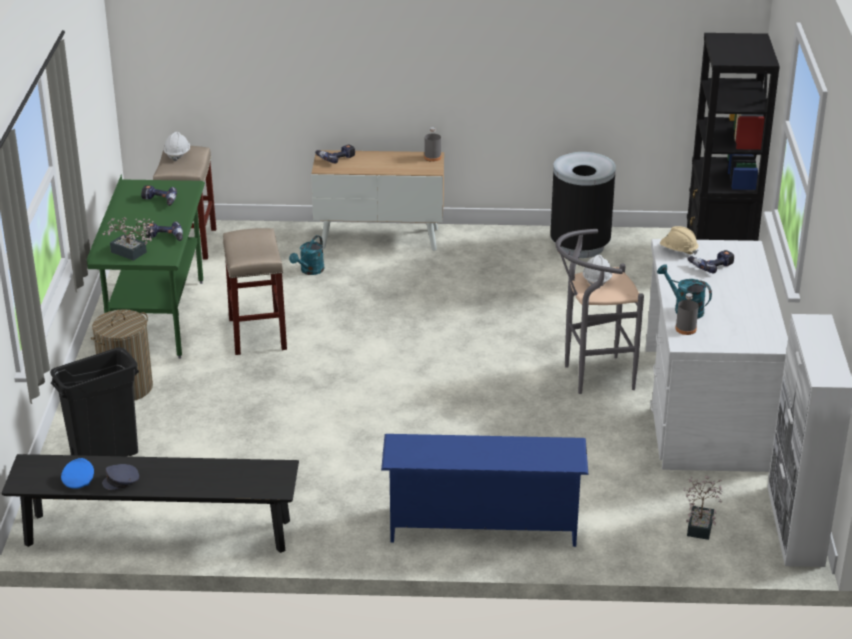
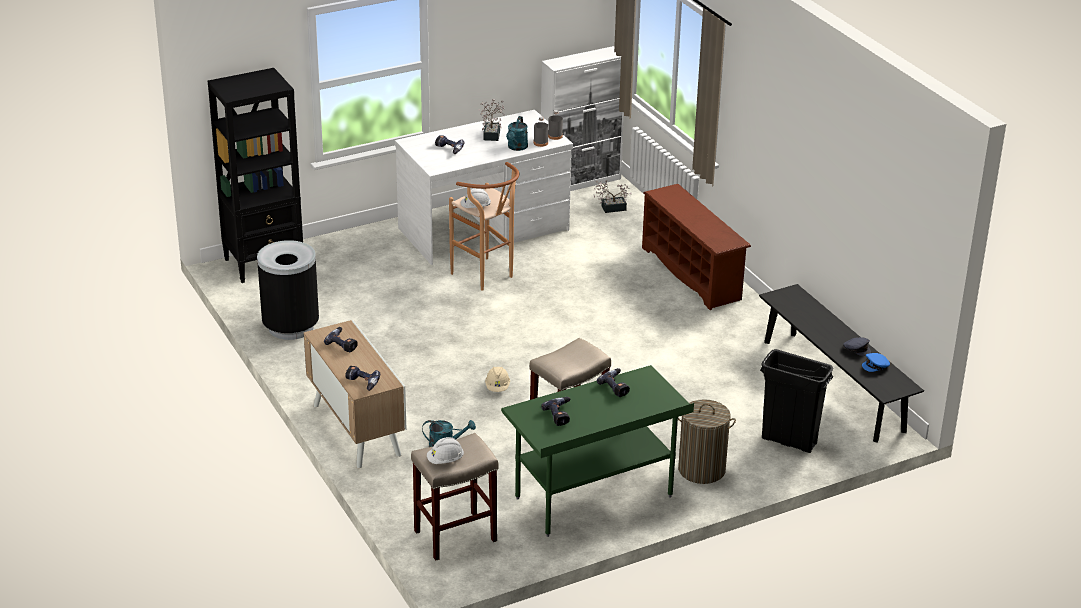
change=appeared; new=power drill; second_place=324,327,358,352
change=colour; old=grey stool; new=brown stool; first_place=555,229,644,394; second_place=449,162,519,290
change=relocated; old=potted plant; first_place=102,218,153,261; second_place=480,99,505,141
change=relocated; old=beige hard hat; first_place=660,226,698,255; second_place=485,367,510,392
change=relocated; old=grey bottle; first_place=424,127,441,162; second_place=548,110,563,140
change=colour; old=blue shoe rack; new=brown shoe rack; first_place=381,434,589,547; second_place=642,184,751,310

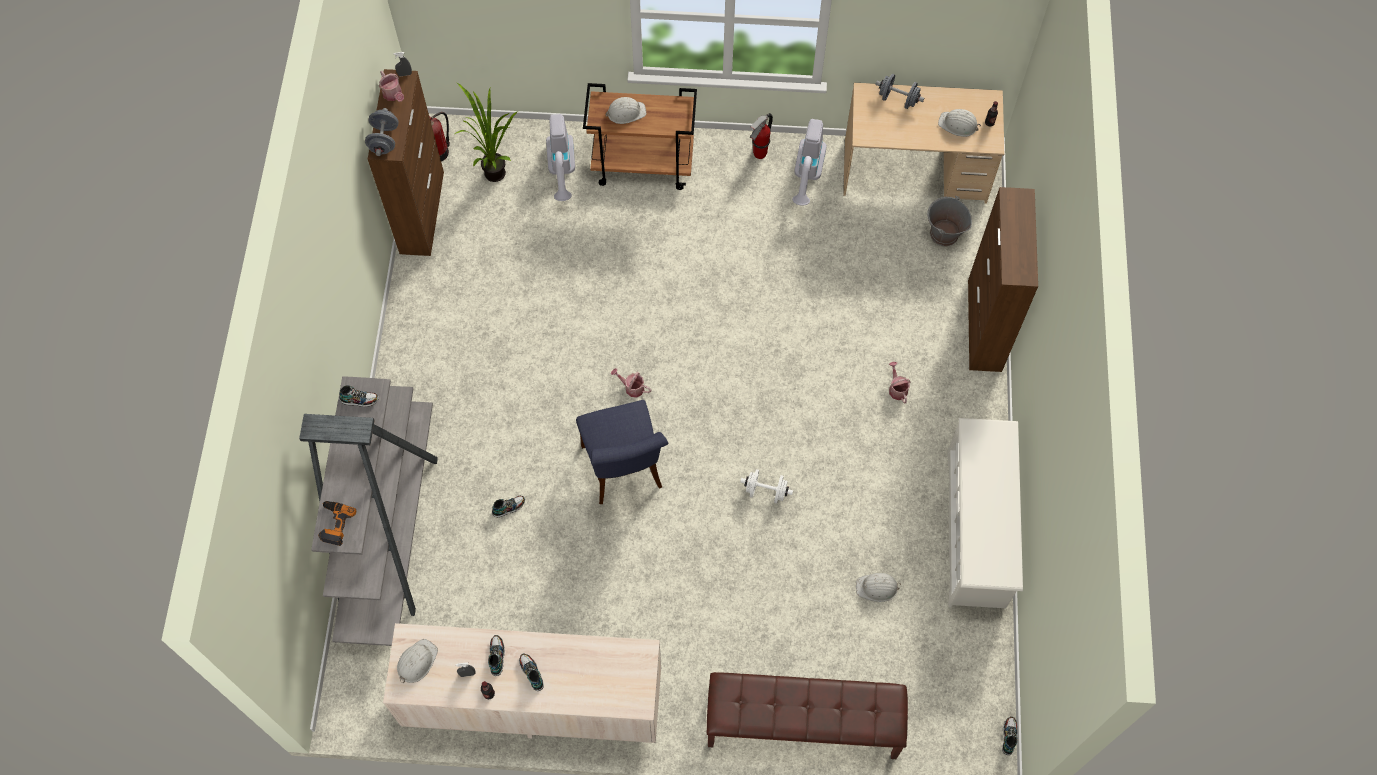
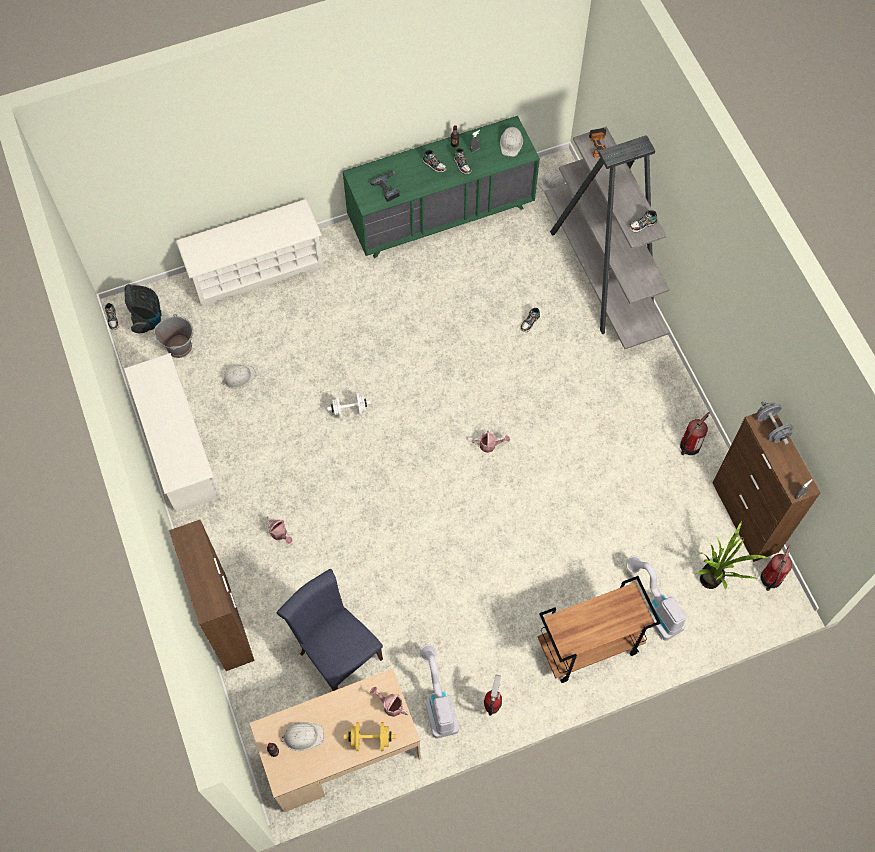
change=appeared; new=vacuum cleaner; second_place=125,284,161,333
change=relocated; old=grey bucket; first_place=927,196,972,246; second_place=154,314,194,358
change=exchanged; old=brown bench; new=white shoe rack; first_place=707,672,908,759; second_place=176,199,324,308
change=relocated; old=blue chair; first_place=576,400,668,504; second_place=277,569,383,691
change=colour; old=beige dresser; new=green dresser; first_place=383,623,661,743; second_place=343,116,540,258
change=colour; old=grey dumbbell; new=yellow dumbbell; first_place=875,74,924,109; second_place=344,722,396,751
change=appeared; new=power drill; second_place=370,171,400,202
change=relocated; old=watering can; first_place=379,71,404,102; second_place=370,687,409,717
change=relocated; old=white hard hat; first_place=605,97,646,124; second_place=538,167,566,191
change=appeared; new=fire extinguisher; second_place=680,412,709,455

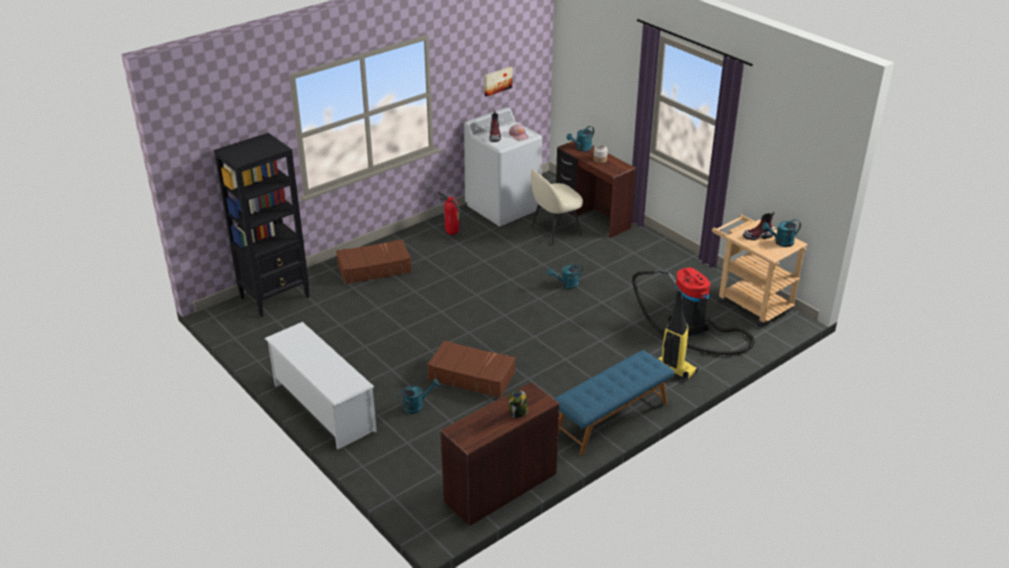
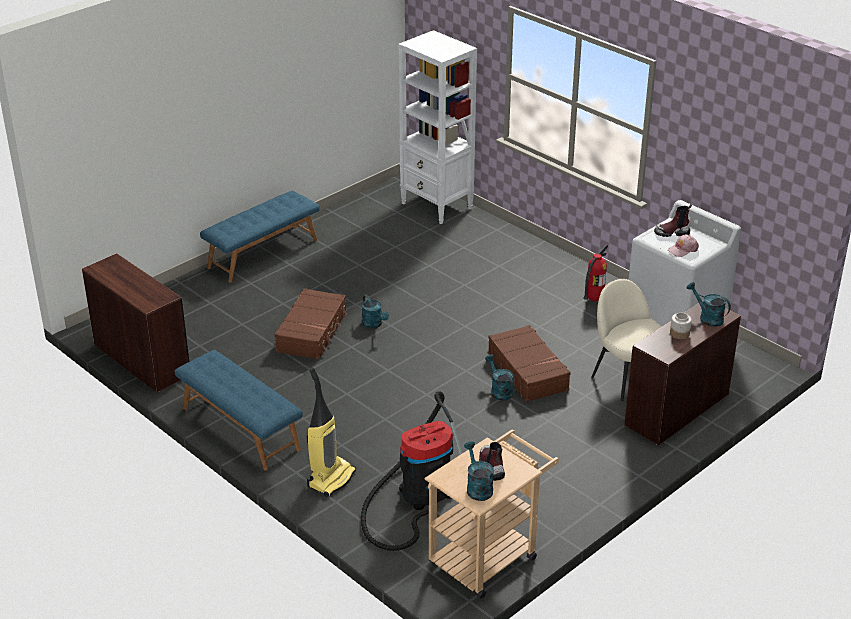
change=exchanged; old=white shoe rack; new=blue bench; first_place=264,322,377,449; second_place=200,191,320,283
change=relocated; old=turquoise watering can; first_place=398,379,440,414; second_place=362,294,389,329
change=colour; old=black bookcase; new=white bookcase; first_place=214,133,310,317; second_place=398,30,477,224
change=relocated; old=brown suitcase; first_place=336,239,412,284; second_place=488,325,571,402
change=missing; old=picture; first_place=484,67,512,97
change=missing; old=jar; first_place=509,390,528,418

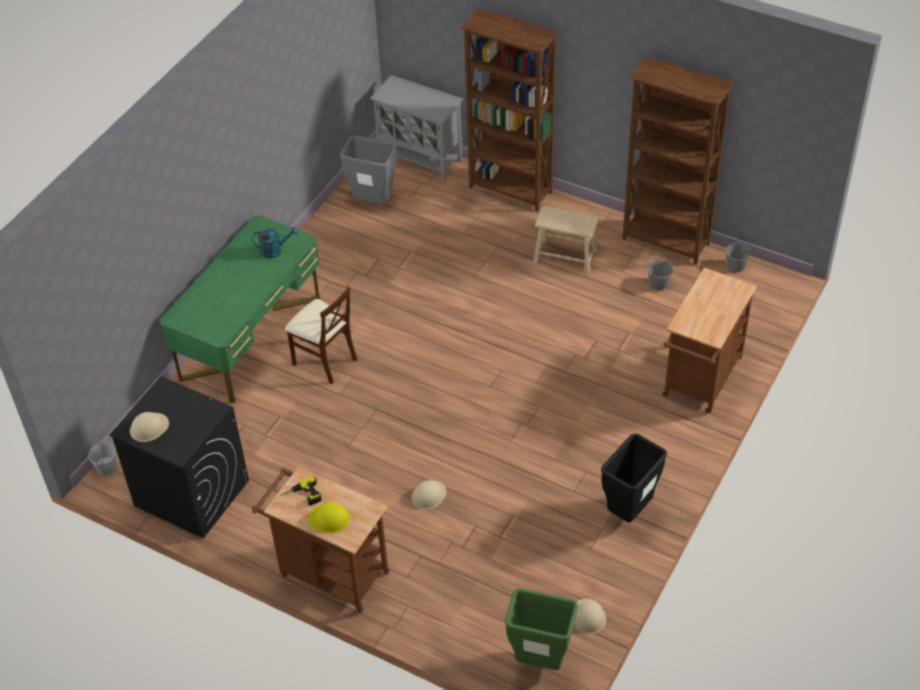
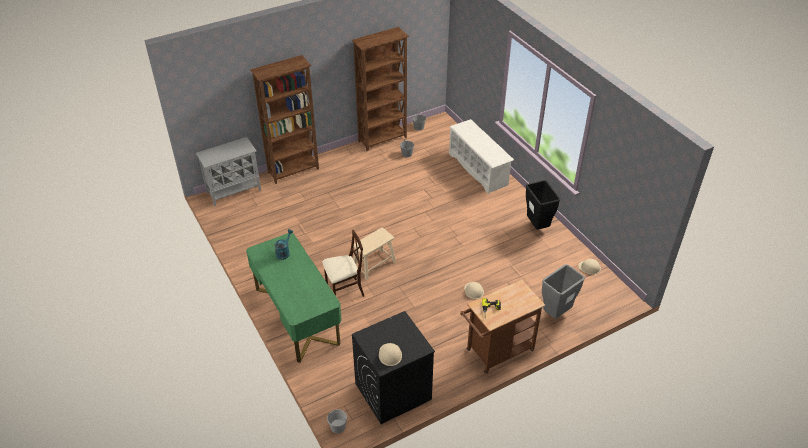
change=relocated; old=beige stool; first_place=533,206,599,274; second_place=353,228,396,280
change=exchanged; old=brown cart; new=white shoe rack; first_place=662,268,757,413; second_place=449,119,514,194
change=relocated; old=grey trash can; first_place=340,135,397,205; second_place=542,264,585,319
change=missing; old=yellow hard hat; first_place=308,502,350,534
change=missing; old=green trash can; first_place=505,588,578,670

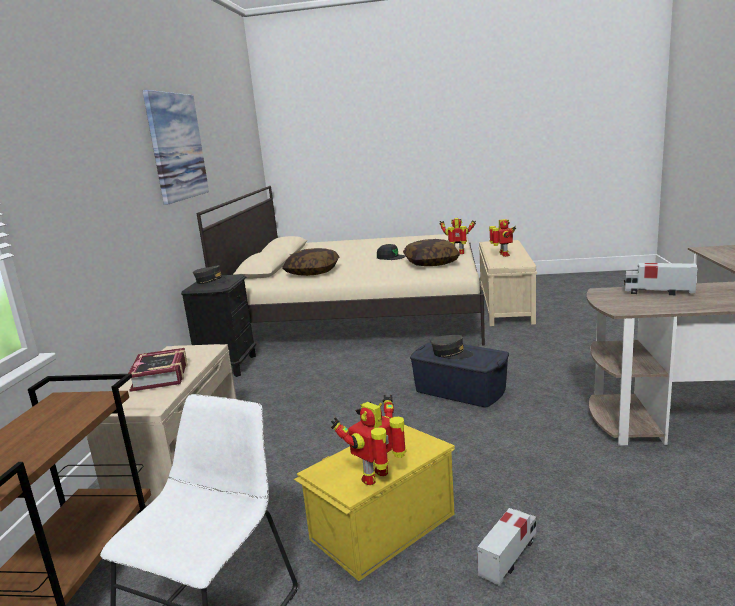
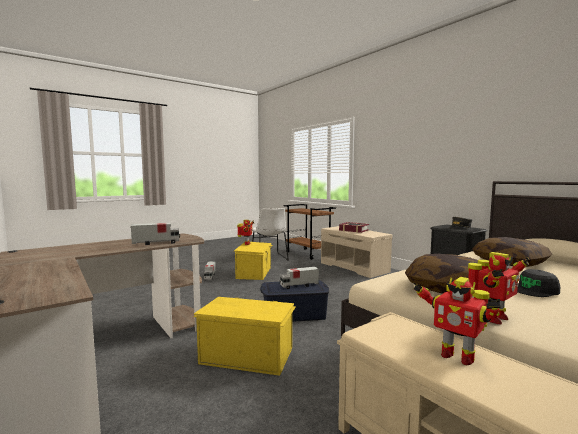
change=appeared; new=yellow storage box; second_place=193,297,296,376
change=exchanged; old=grey cap; new=toy truck; first_place=431,335,474,359; second_place=280,267,319,289
change=missing; old=picture; first_place=143,90,209,205

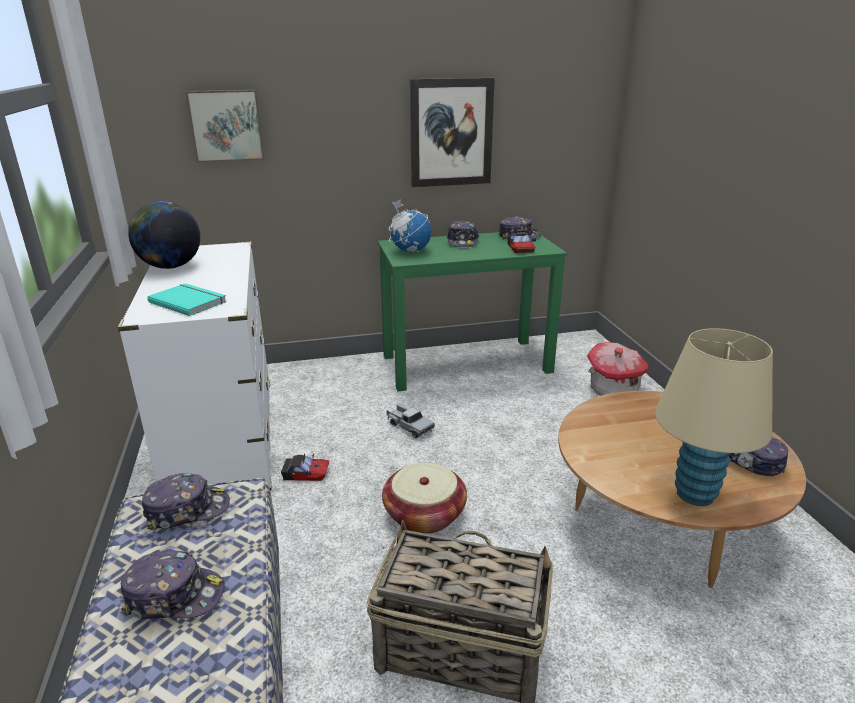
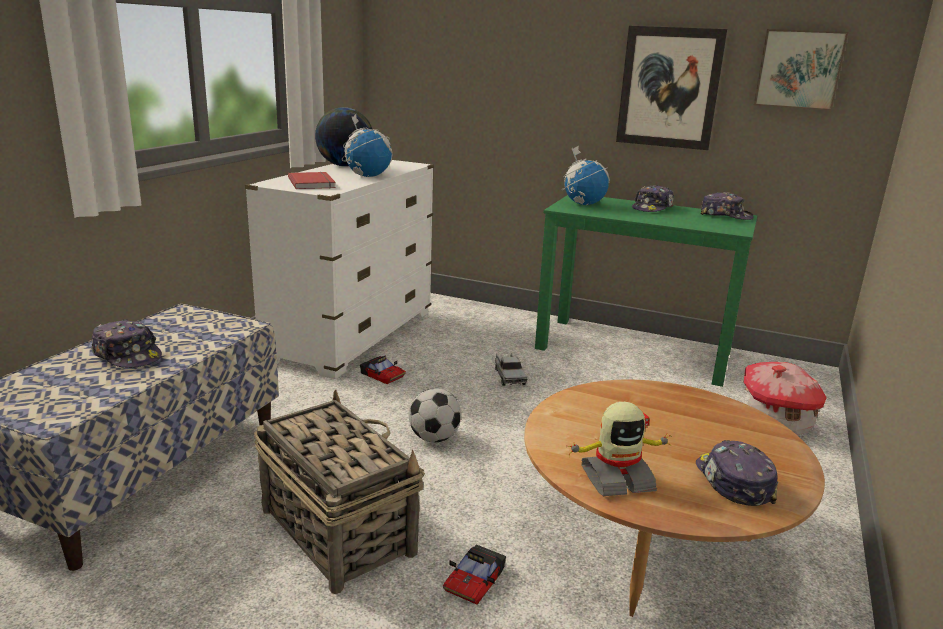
change=colour; old=turquoise book; new=red book; first_place=147,283,227,316; second_place=288,172,336,189
change=appeared; new=globe; second_place=342,114,393,177
change=exchanged; old=basket; new=football; first_place=382,463,467,534; second_place=409,388,461,442
change=relocated; old=toy car; first_place=508,231,536,253; second_place=443,544,506,605
change=exchanged; old=beige table lamp; new=toy robot; first_place=655,328,773,506; second_place=566,402,673,496
change=relocated; old=picture; first_place=185,90,264,162; second_place=754,29,848,111
change=missing; old=cap; first_place=142,473,230,530

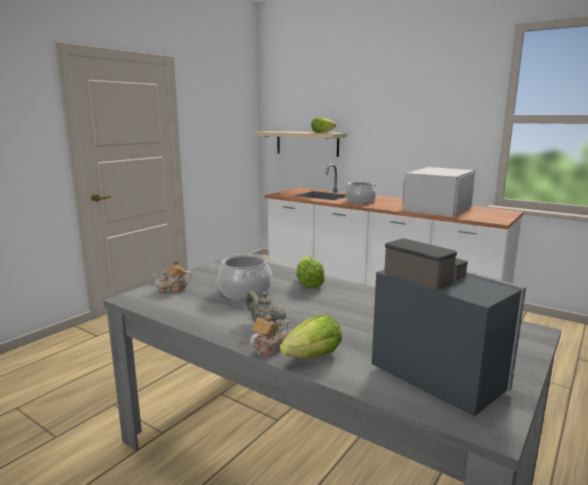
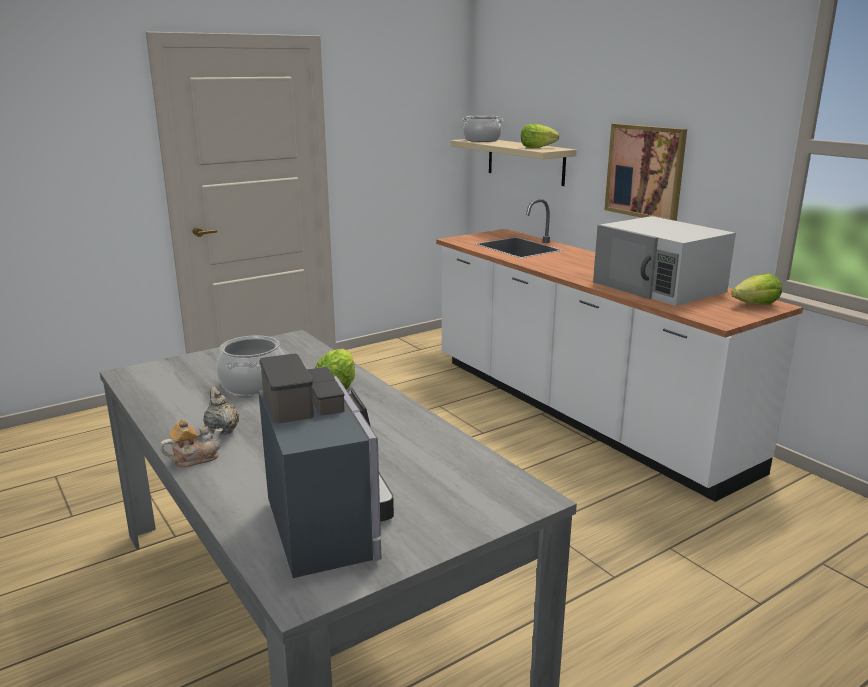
change=relocated; old=cooking pot; first_place=345,182,378,204; second_place=462,116,503,142
change=spun; old=white microwave; first_place=402,167,475,217; second_place=593,216,736,306; degrees=-90
change=appeared; new=picture; second_place=604,123,687,221
change=relocated; old=lettuce; first_place=280,315,342,358; second_place=731,274,782,304
change=missing; old=teapot; first_place=152,260,192,293

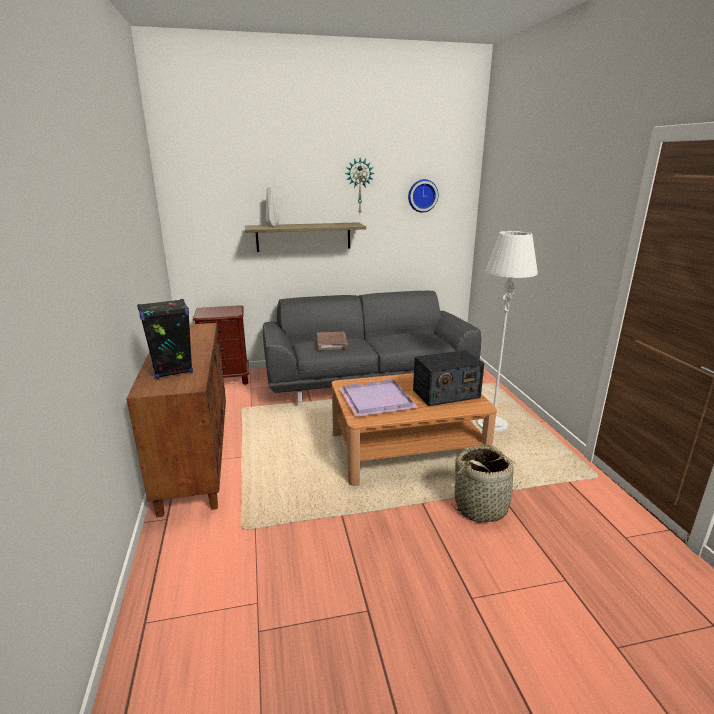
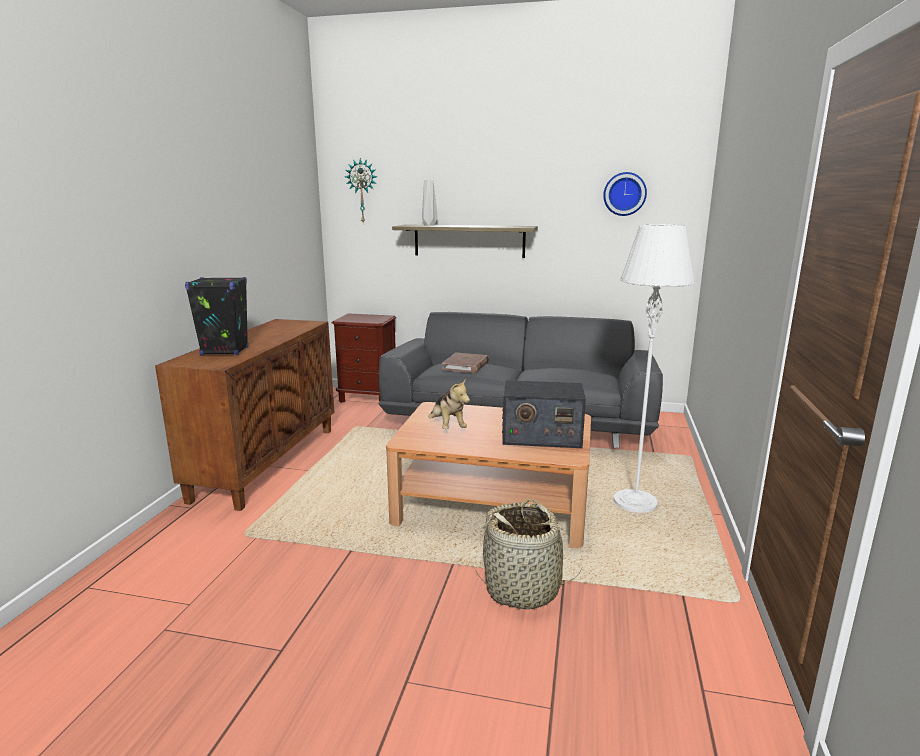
change=relocated; old=wall clock; first_place=345,158,375,213; second_place=345,158,377,222
change=exchanged; old=purple tray; new=plush toy; first_place=339,379,418,417; second_place=428,378,470,429

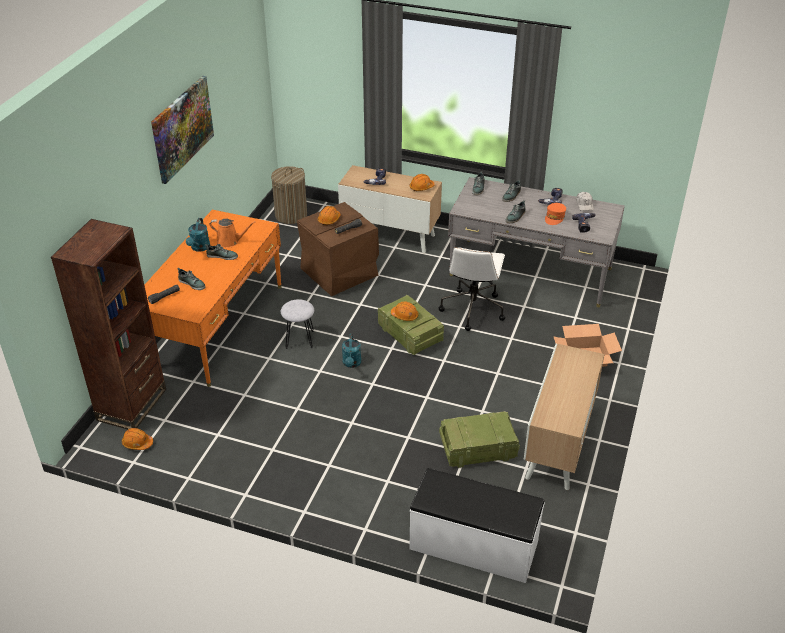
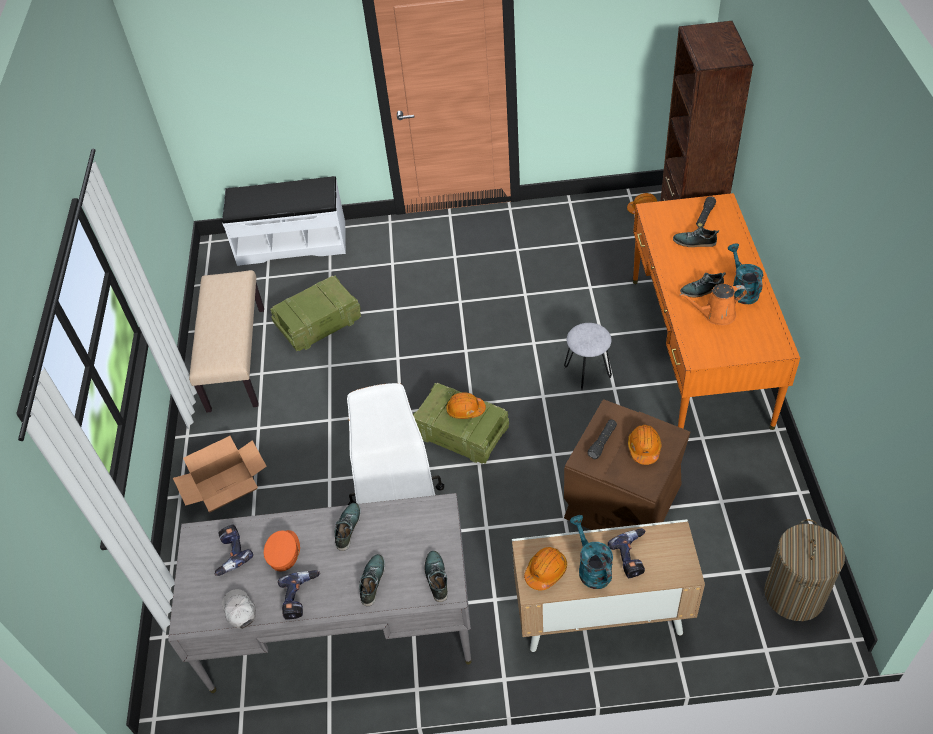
change=exchanged; old=cabinet; new=beige bench; first_place=524,344,605,490; second_place=189,270,264,412
change=relocated; old=turquoise watering can; first_place=342,334,362,368; second_place=570,515,613,589
change=missing; old=picture; first_place=151,76,214,184

